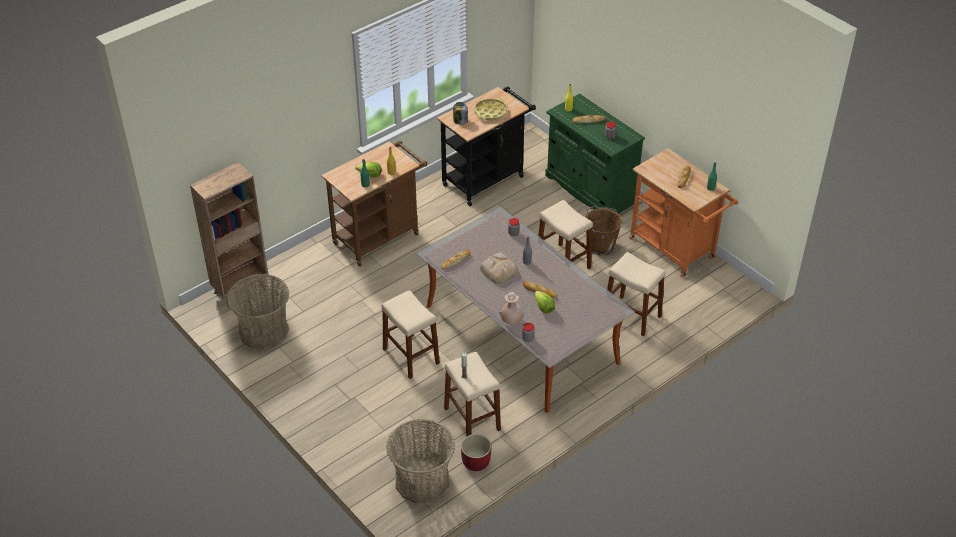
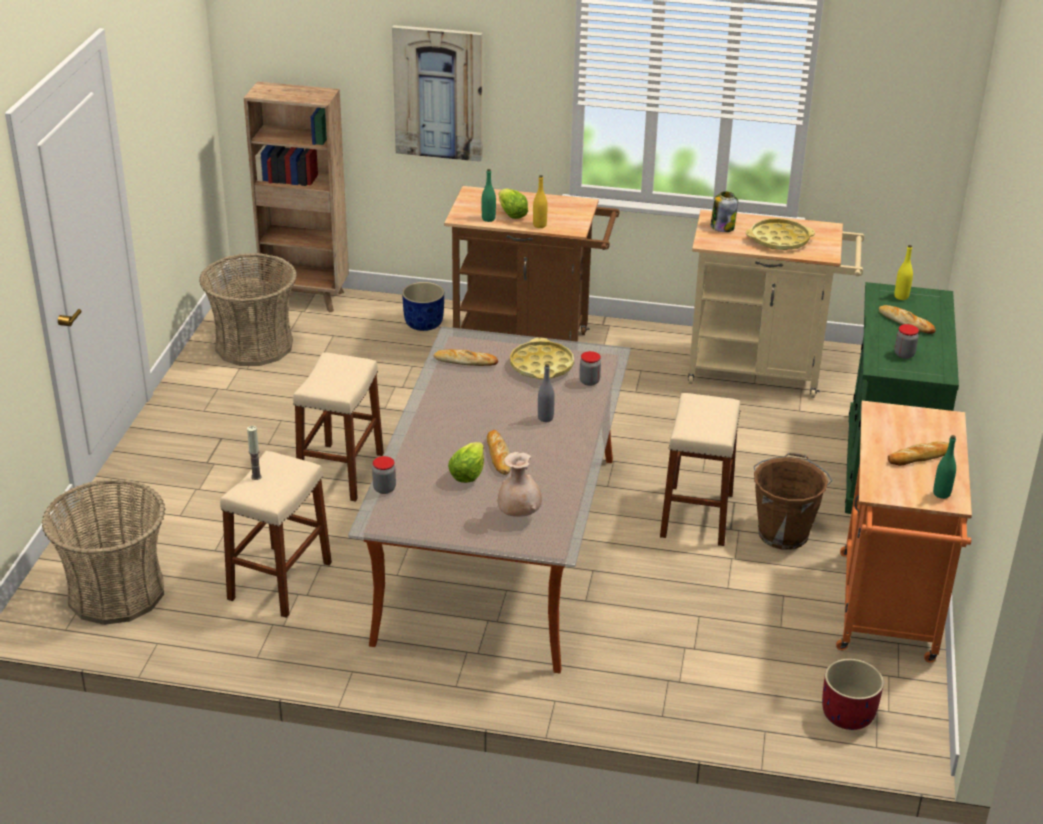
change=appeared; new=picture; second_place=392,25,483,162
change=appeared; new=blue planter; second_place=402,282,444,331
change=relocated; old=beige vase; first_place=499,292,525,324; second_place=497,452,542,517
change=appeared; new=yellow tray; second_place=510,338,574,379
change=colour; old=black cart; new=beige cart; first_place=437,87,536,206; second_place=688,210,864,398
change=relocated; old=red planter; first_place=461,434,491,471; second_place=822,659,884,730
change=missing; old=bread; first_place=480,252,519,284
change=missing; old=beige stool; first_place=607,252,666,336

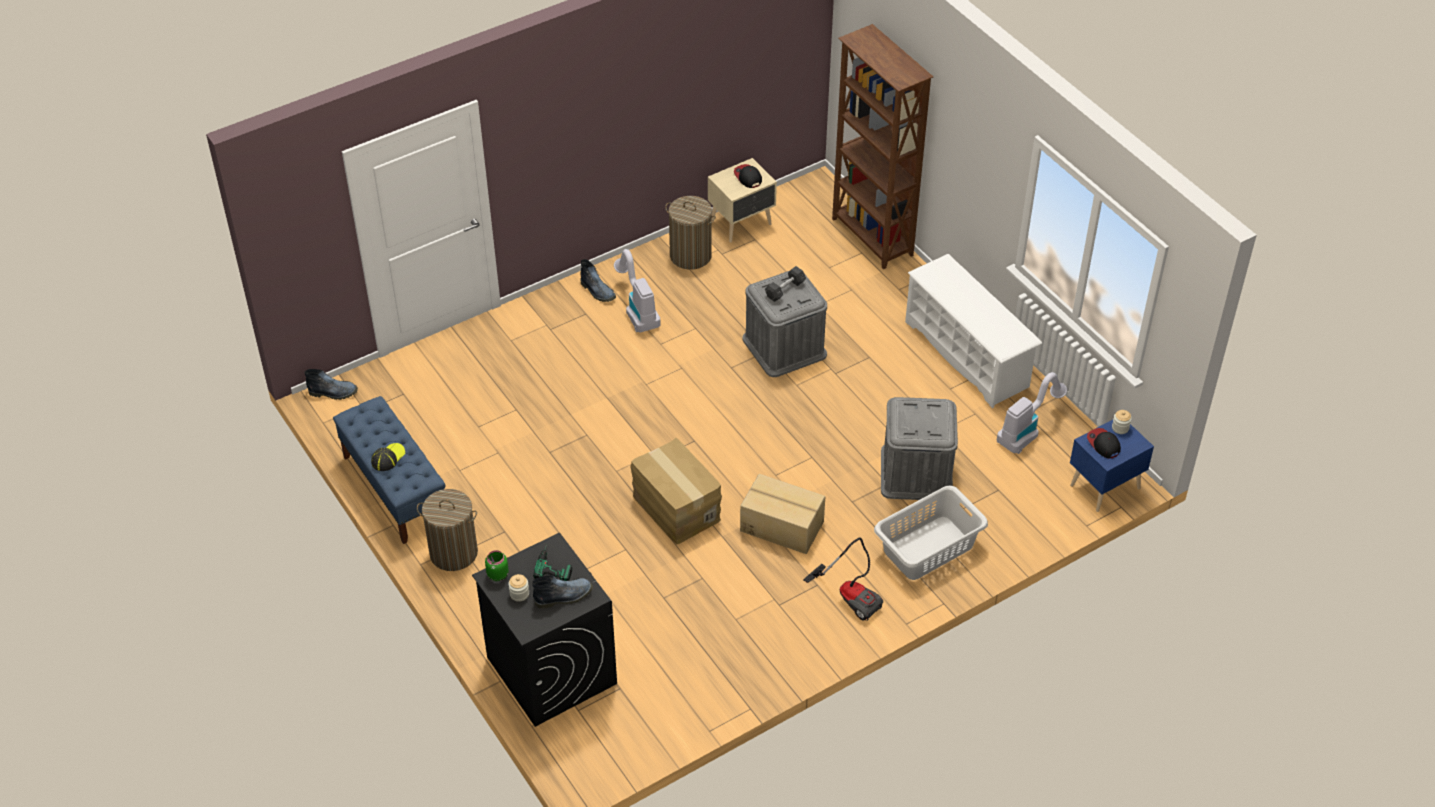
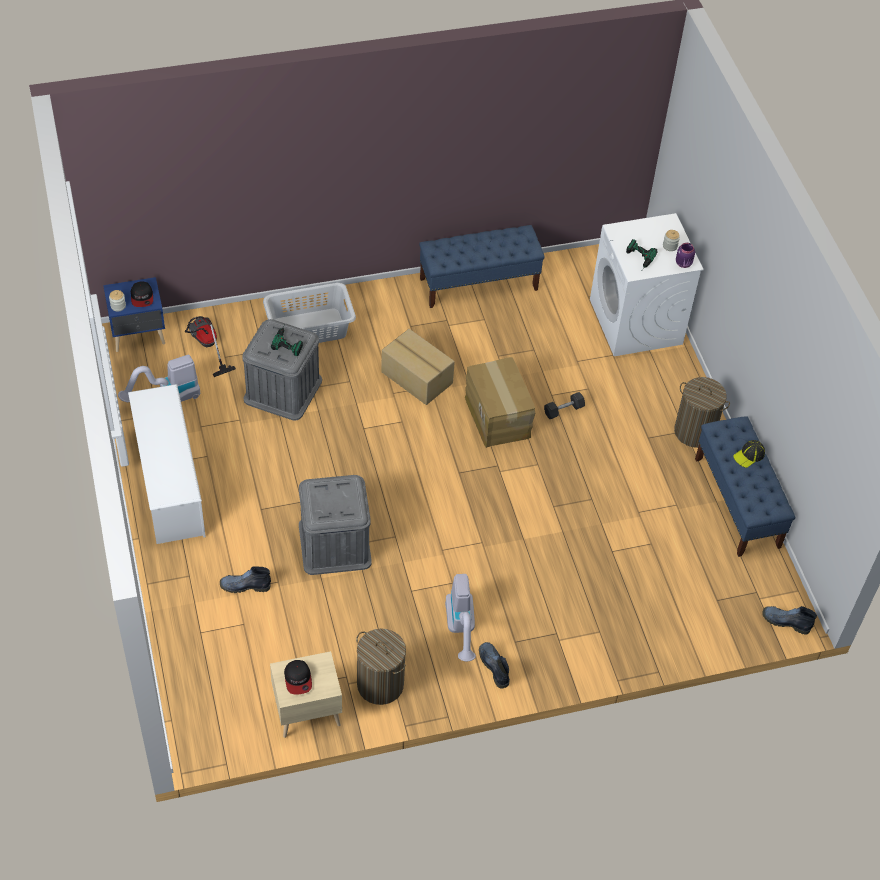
change=relocated; old=vacuum cleaner; first_place=804,538,883,621; second_place=185,316,236,377
change=relocated; old=boot; first_place=532,575,593,609; second_place=220,566,271,593
change=appeared; new=power drill; second_place=271,325,303,356
change=appeared; new=blue bench; second_place=419,225,545,308
change=relocated; old=grey dumbbell; first_place=765,266,806,302; second_place=544,392,585,419
change=colour; old=black washing machine; new=white washing machine; first_place=472,533,617,727; second_place=590,213,704,356
change=colour; old=green jar; new=purple jar; first_place=485,550,509,581; second_place=676,243,695,268
change=missing; old=brown bookcase; first_place=832,24,933,269

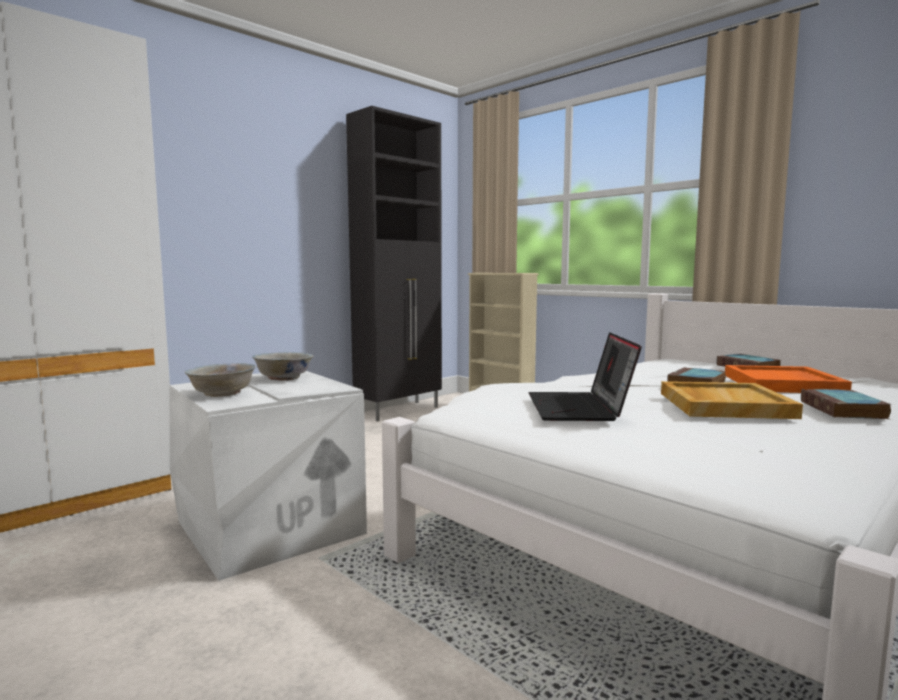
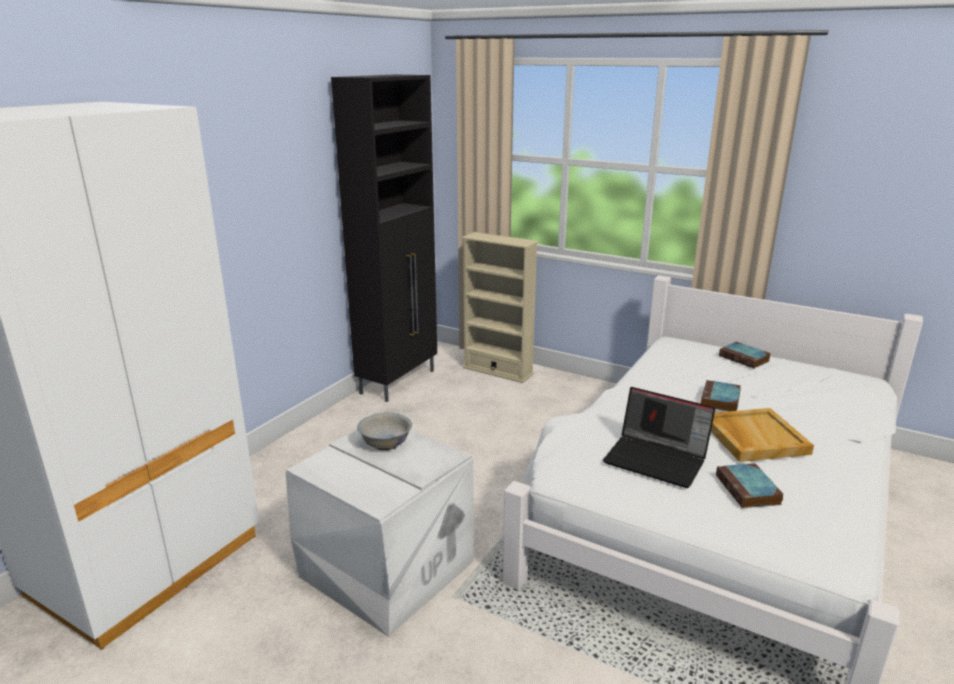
change=spun; old=laptop; first_place=528,332,642,421; second_place=603,387,715,488; degrees=-45
change=relocated; old=book; first_place=801,389,892,419; second_place=716,463,784,508
change=missing; old=white bowl; first_place=185,363,256,397
change=missing; old=orange tray; first_place=725,365,852,393

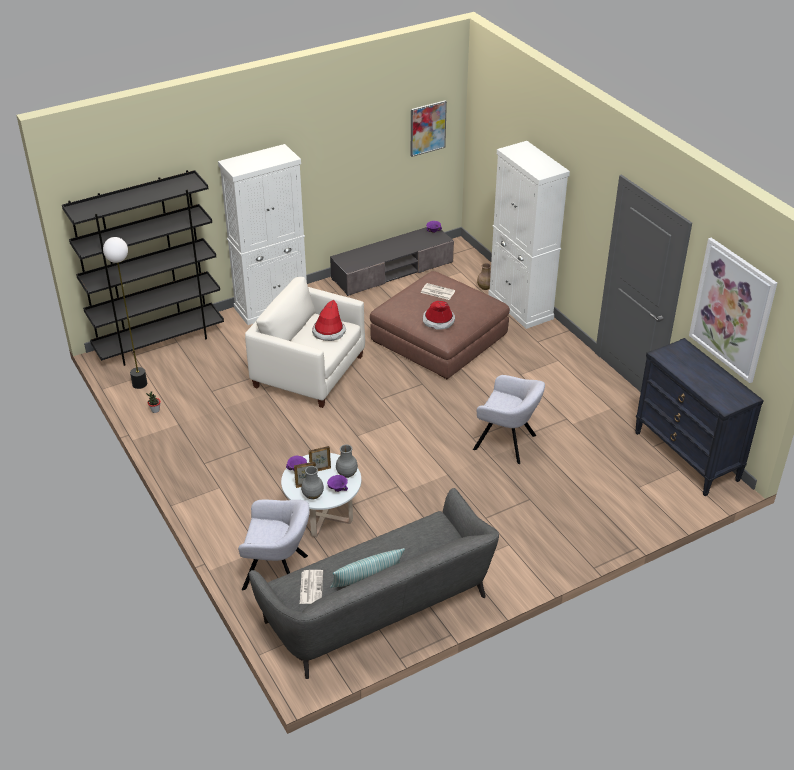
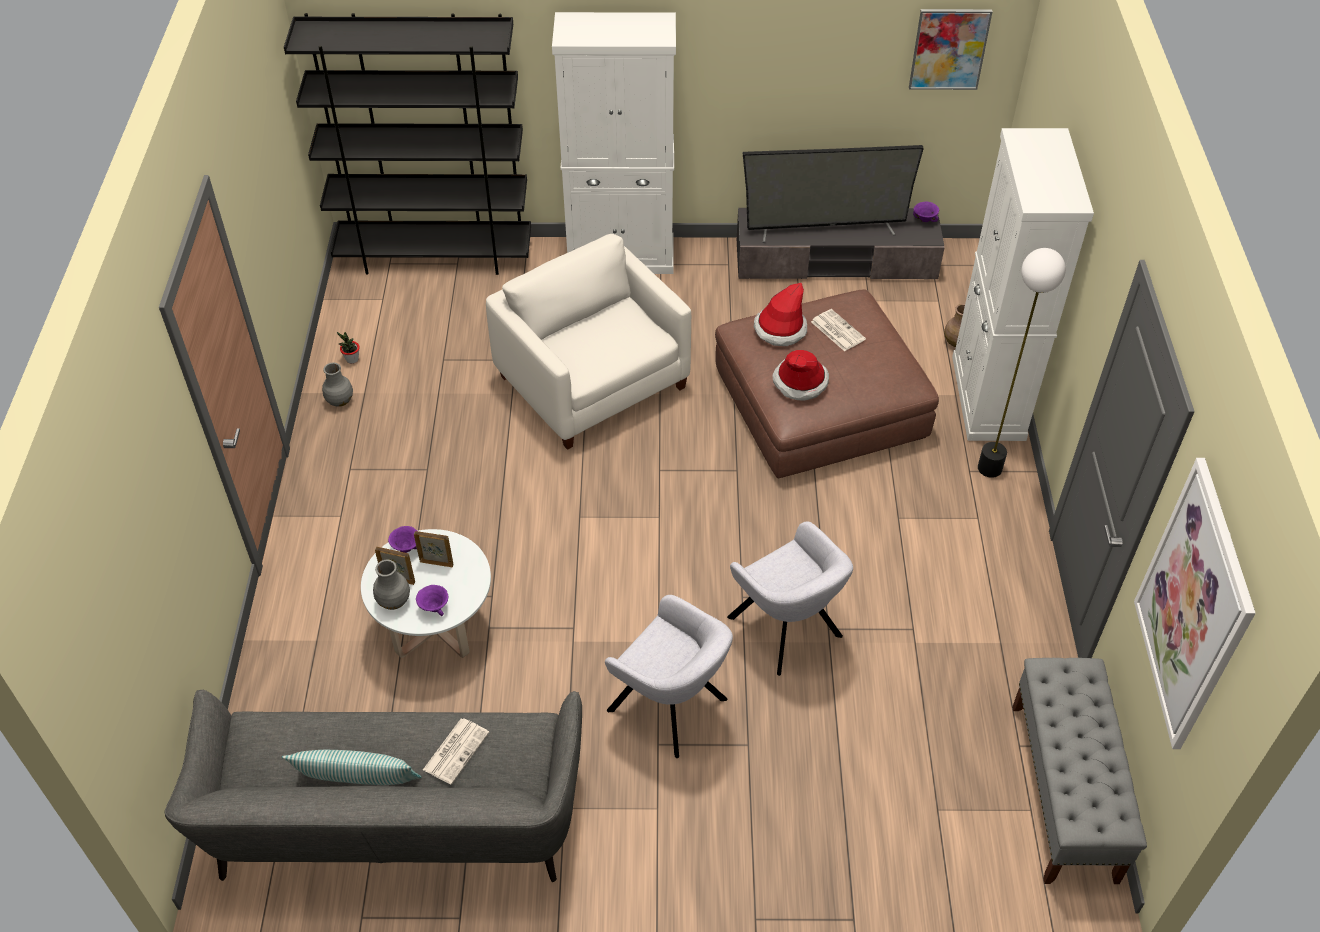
change=relocated; old=grey vase; first_place=336,445,358,478; second_place=322,363,353,407
change=relocated; old=newspaper; first_place=300,570,323,604; second_place=423,718,489,785
change=relocated; old=grey armchair; first_place=238,500,310,590; second_place=605,595,733,758
change=appeared; new=television; second_place=742,145,924,243
change=relocated; old=hat; first_place=312,300,346,341; second_place=754,283,807,346
change=relocated; old=floor lamp; first_place=103,237,147,389; second_place=978,248,1066,478
change=exchanged; old=black dresser; new=grey bench; first_place=635,338,764,496; second_place=1012,658,1147,884

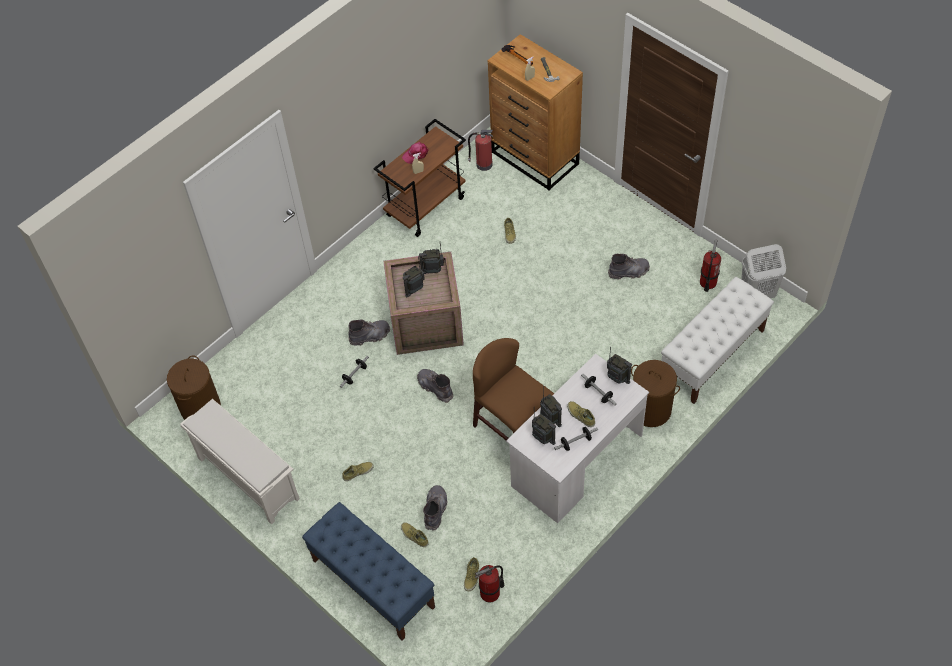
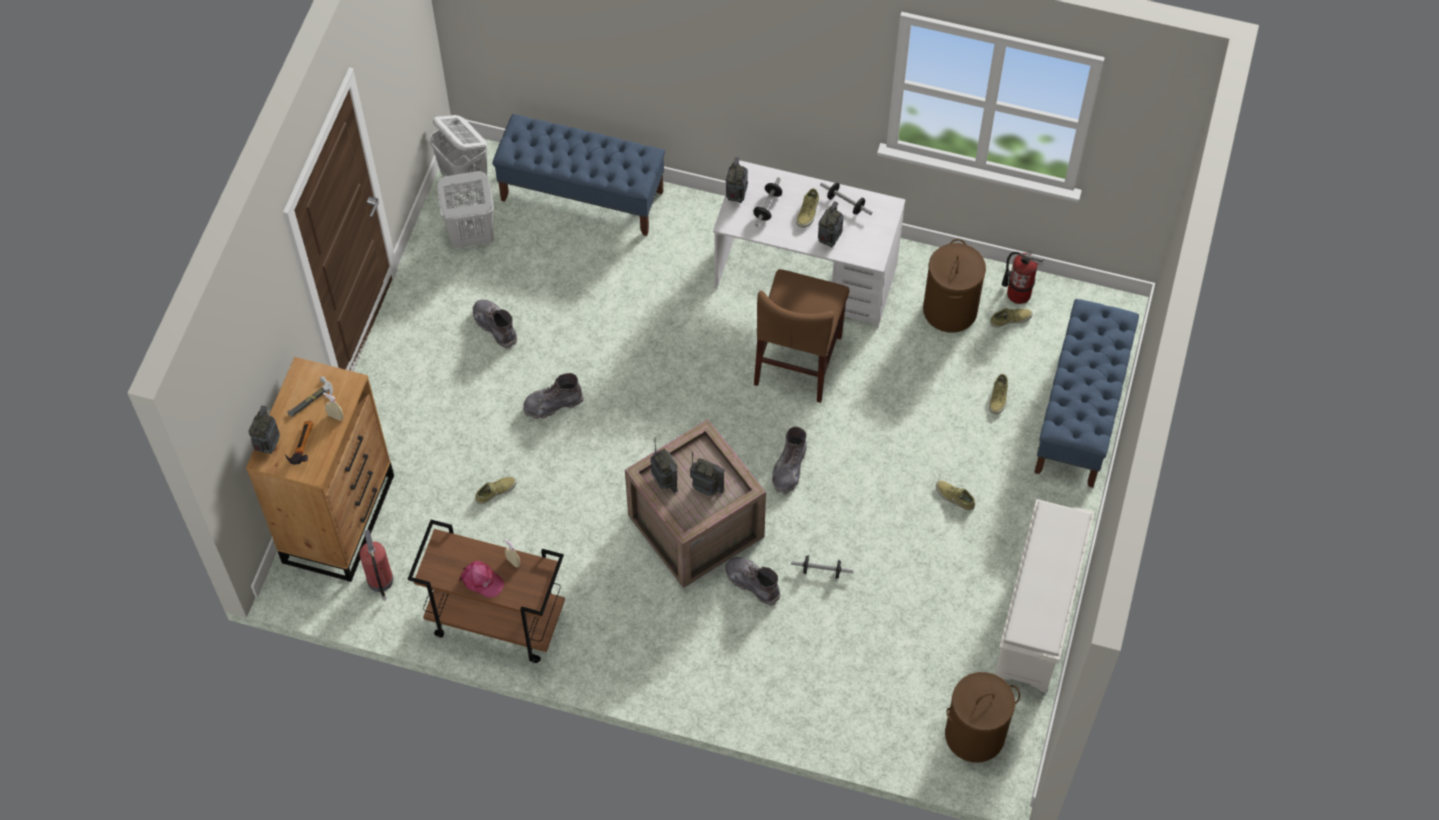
change=relocated; old=radio; first_place=532,407,556,445; second_place=249,405,280,454
change=exchanged; old=fire extinguisher; new=white laundry basket; first_place=700,239,721,292; second_place=437,171,494,248
change=colour; old=white bench; new=blue bench; first_place=661,277,774,404; second_place=492,114,665,236
change=relocated; old=grey boot; first_place=423,485,448,531; second_place=523,373,584,419
change=relocated; old=brown laundry basket; first_place=631,360,680,427; second_place=923,239,986,333

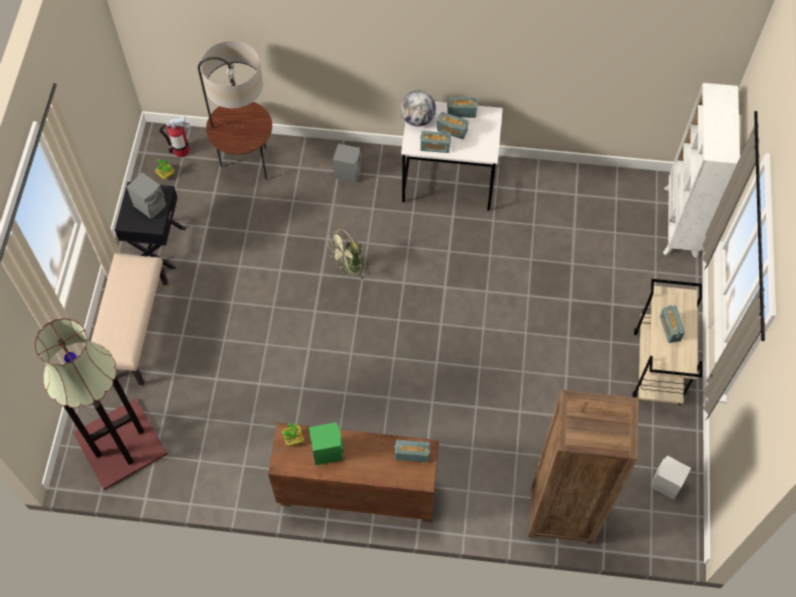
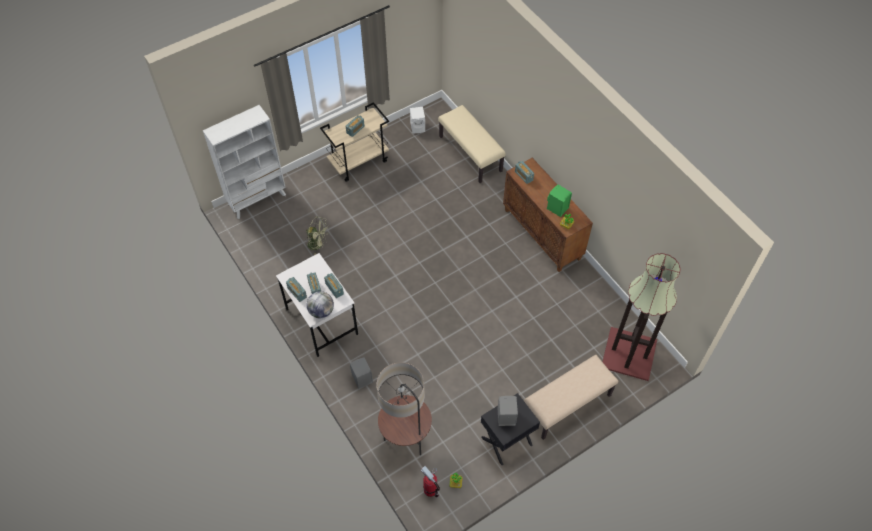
change=relocated; old=green fan; first_place=328,229,371,279; second_place=305,216,329,255
change=exchanged; old=brown bookcase; new=beige bench; first_place=528,390,639,544; second_place=438,105,506,183

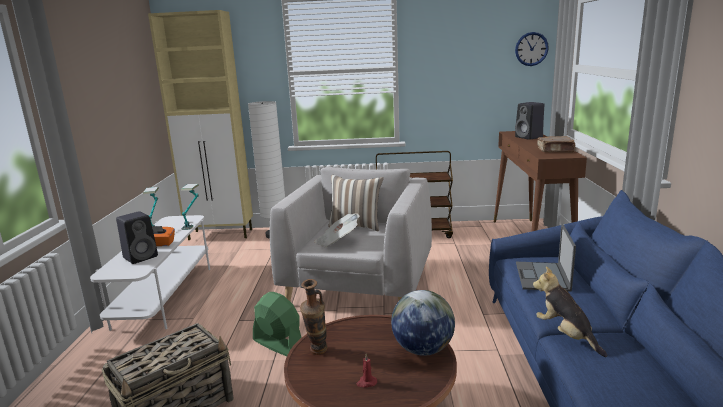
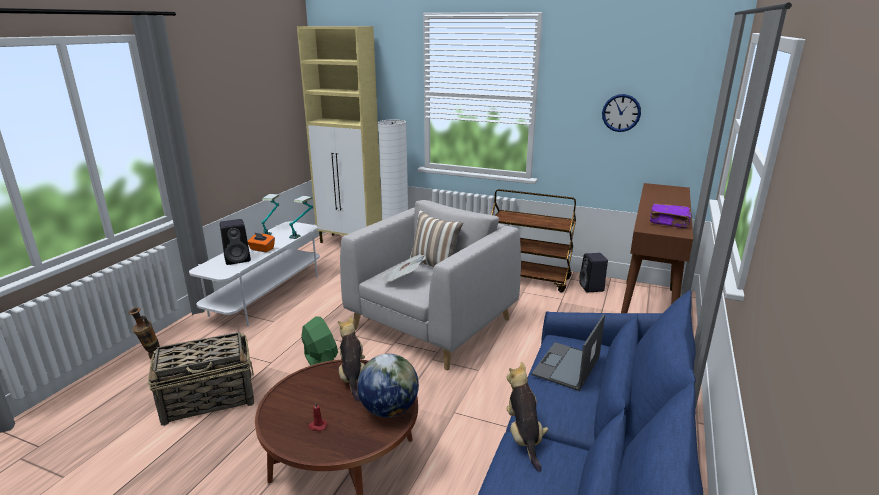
change=relocated; old=vase; first_place=300,279,327,355; second_place=129,307,160,360
change=appeared; new=plush toy; second_place=338,316,365,401
change=relocated; old=black speaker; first_place=515,102,544,140; second_place=579,253,608,292
change=relocated; old=wall clock; first_place=515,32,549,66; second_place=602,94,641,132
change=colour; old=brown book; new=purple book; first_place=537,136,576,152; second_place=650,204,691,229

